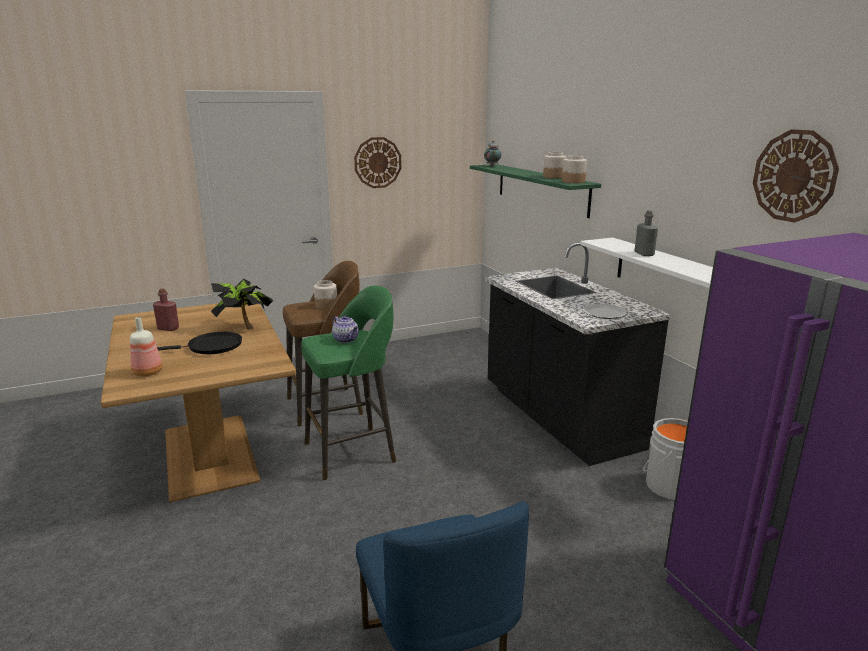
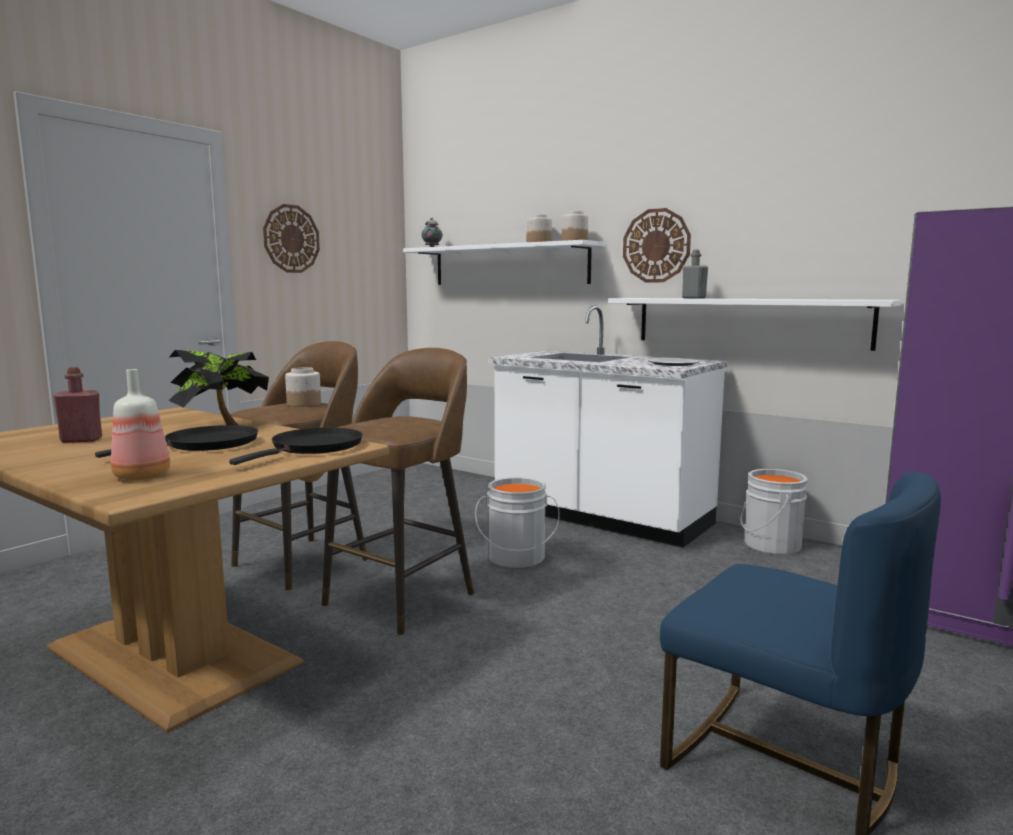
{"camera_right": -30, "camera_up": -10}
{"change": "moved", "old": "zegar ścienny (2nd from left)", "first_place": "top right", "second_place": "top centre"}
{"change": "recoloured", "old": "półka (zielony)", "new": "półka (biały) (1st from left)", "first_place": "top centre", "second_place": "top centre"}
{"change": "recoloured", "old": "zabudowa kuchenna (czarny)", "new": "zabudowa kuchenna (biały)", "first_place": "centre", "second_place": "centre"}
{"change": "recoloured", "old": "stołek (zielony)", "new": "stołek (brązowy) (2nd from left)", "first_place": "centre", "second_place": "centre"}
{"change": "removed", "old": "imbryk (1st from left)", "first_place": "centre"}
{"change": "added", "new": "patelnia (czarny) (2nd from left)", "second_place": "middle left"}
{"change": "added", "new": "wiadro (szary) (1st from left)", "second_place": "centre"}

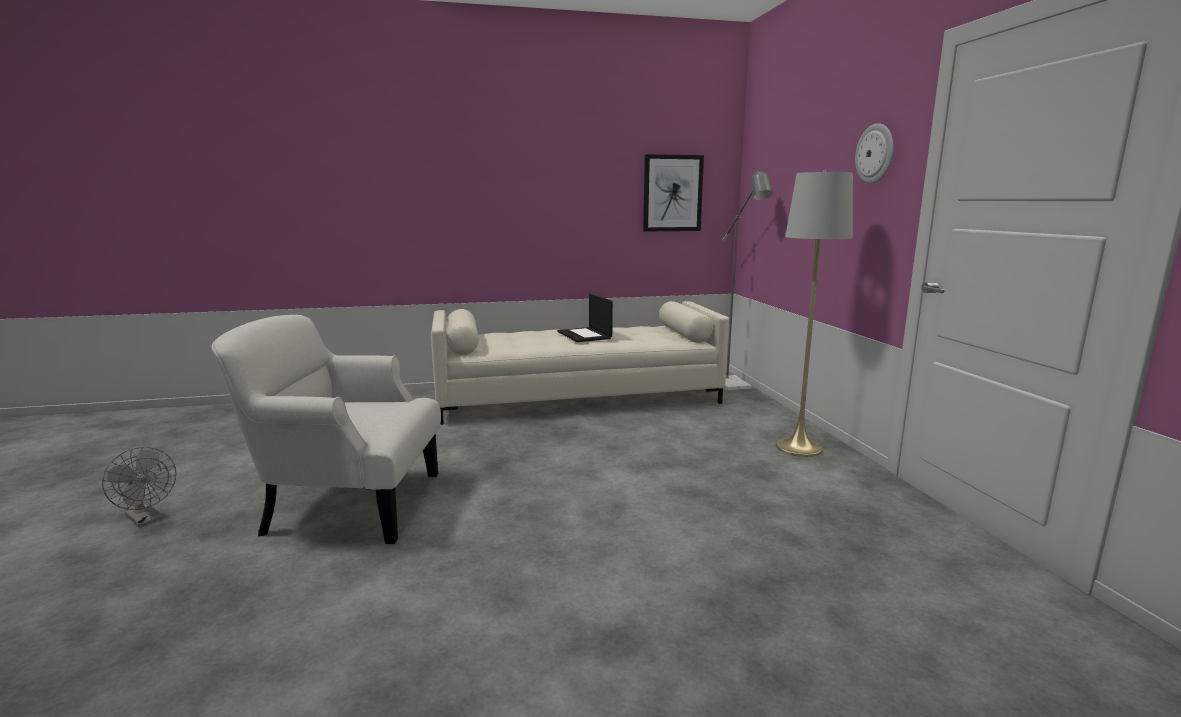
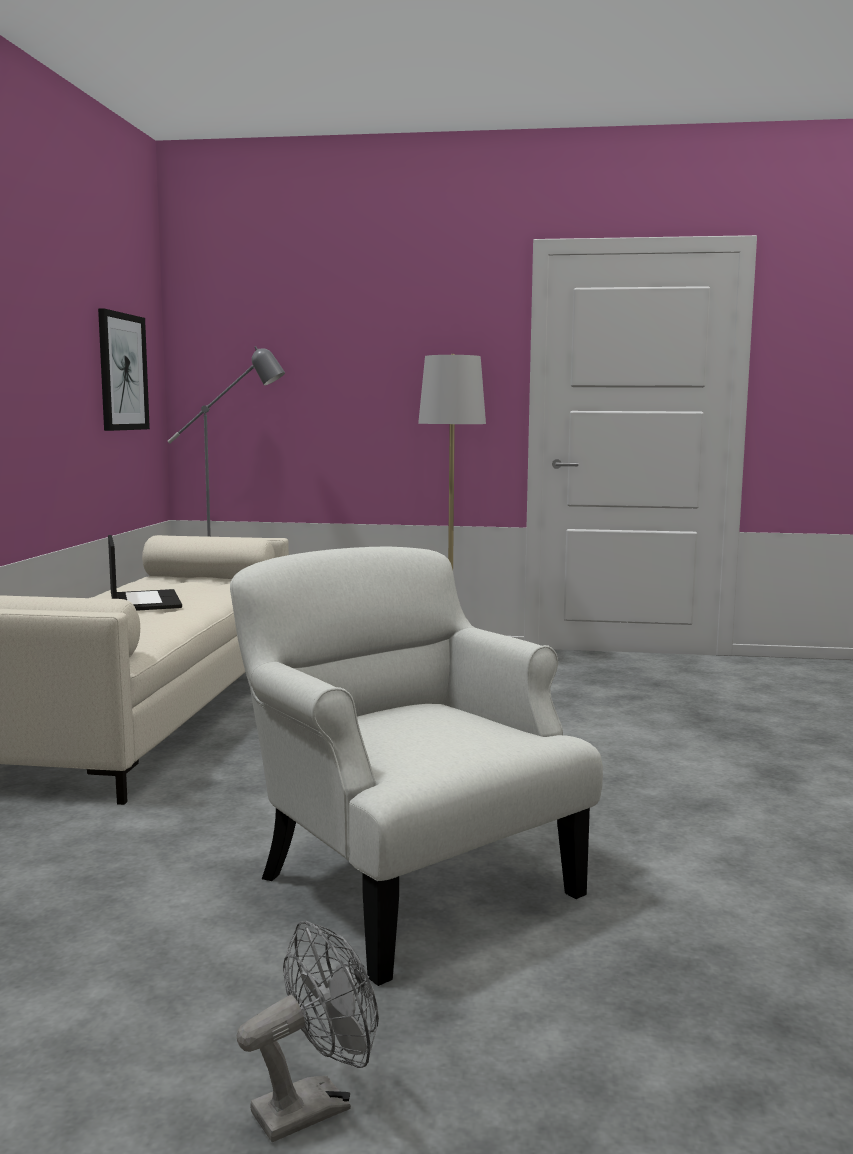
{"camera_right": -70, "camera_up": -5}
{"change": "removed", "old": "zegar ścienny", "first_place": "top right"}
{"change": "turned", "old": "laptop", "first_place": "centre", "second_place": "middle left", "degrees": -105}
{"change": "turned", "old": "fotel (biały)", "first_place": "middle left", "second_place": "centre", "degrees": 120}

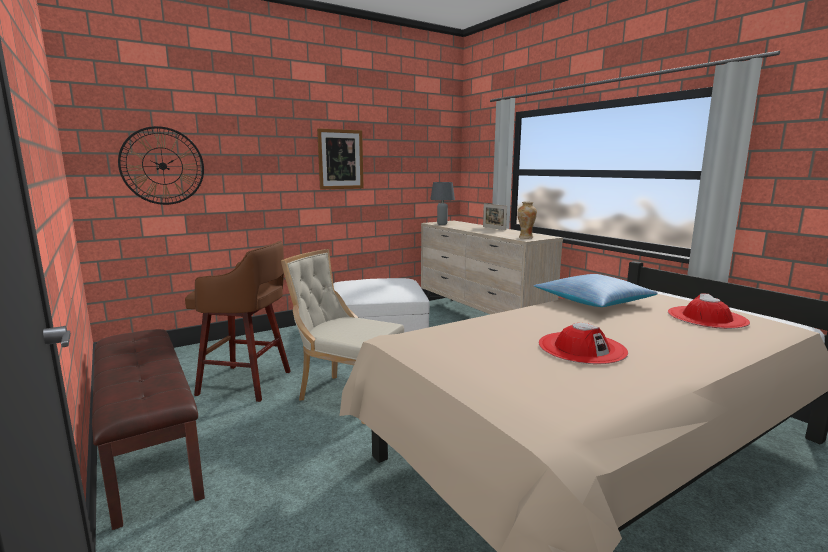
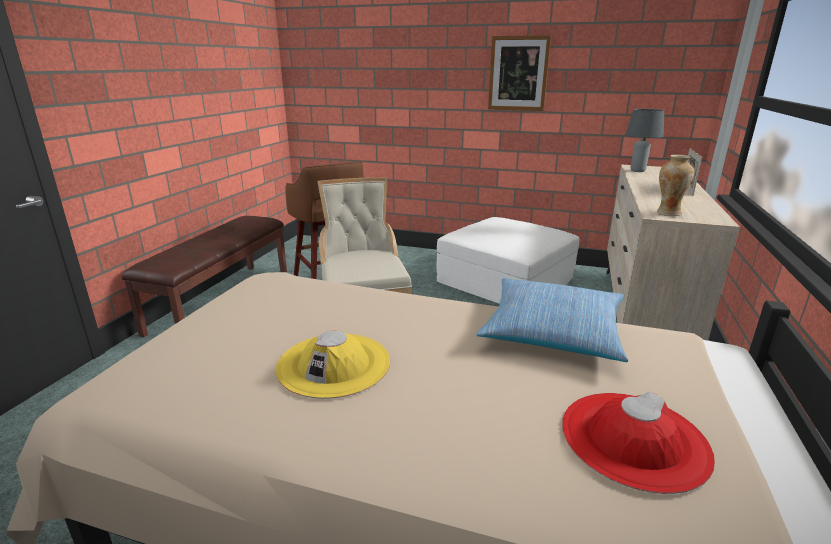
{"camera_right": 50, "camera_up": 10}
{"change": "removed", "old": "zegar ścienny", "first_place": "top left"}
{"change": "recoloured", "old": "kapelusz (czerwony) (1st from left)", "new": "kapelusz (żółty)", "first_place": "middle right", "second_place": "bottom centre"}

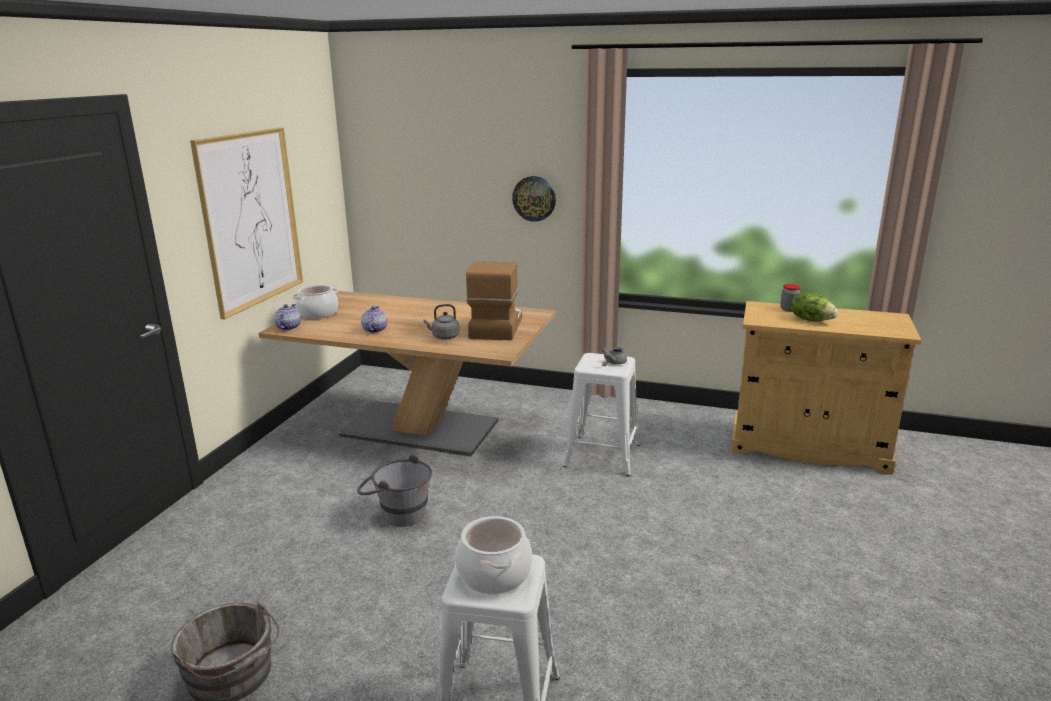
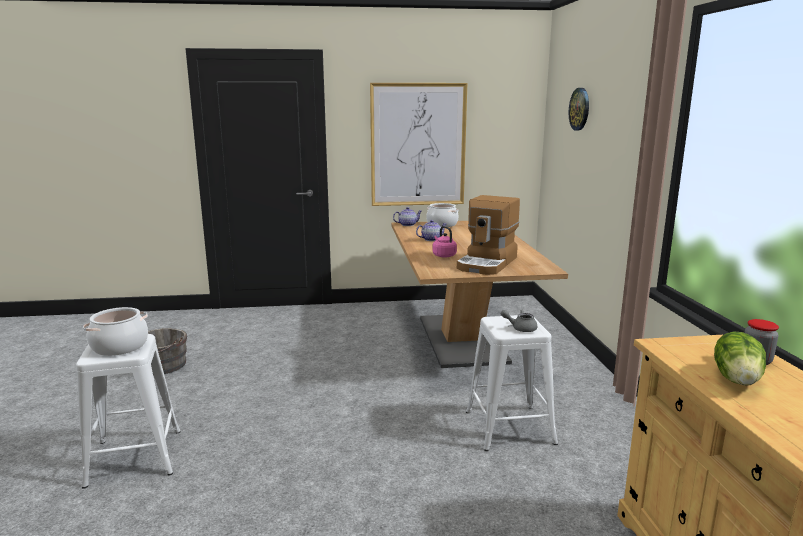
{"camera_right": 65, "camera_up": -5}
{"change": "moved", "old": "zegar ścienny", "first_place": "top centre", "second_place": "top right"}
{"change": "turned", "old": "ekspres do kawy", "first_place": "centre", "second_place": "centre", "degrees": 135}
{"change": "recoloured", "old": "czajnik (szary)", "new": "czajnik (różowy)", "first_place": "centre", "second_place": "centre"}
{"change": "removed", "old": "wiadro (szary) (2nd from left)", "first_place": "bottom centre"}

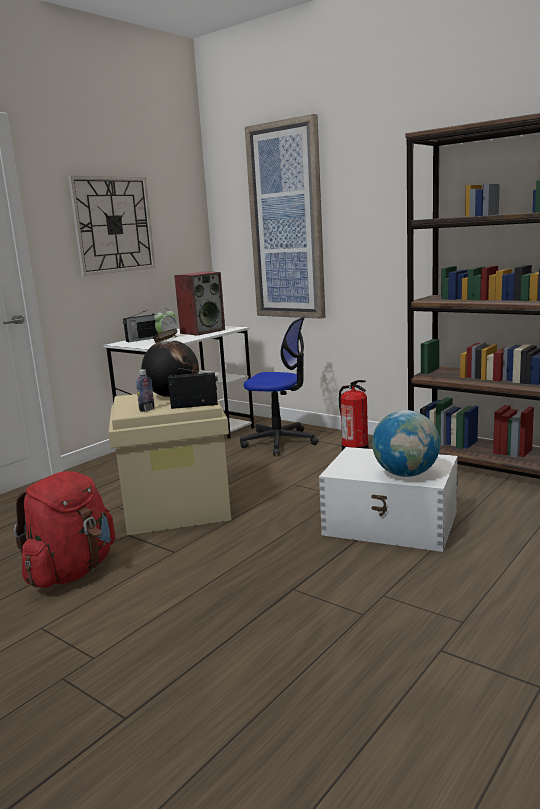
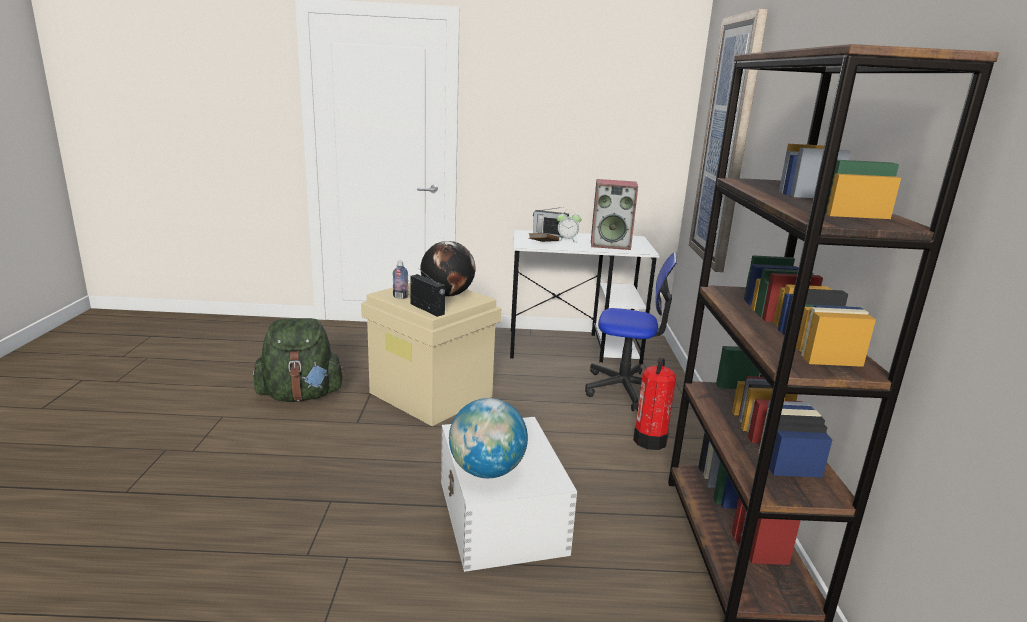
{"camera_right": 50, "camera_up": 5}
{"change": "removed", "old": "zegar ścienny", "first_place": "top left"}
{"change": "turned", "old": "krzesło biurowe", "first_place": "centre", "second_place": "centre", "degrees": -60}
{"change": "recoloured", "old": "plecak (czerwony)", "new": "plecak (zielony)", "first_place": "middle left", "second_place": "middle left"}

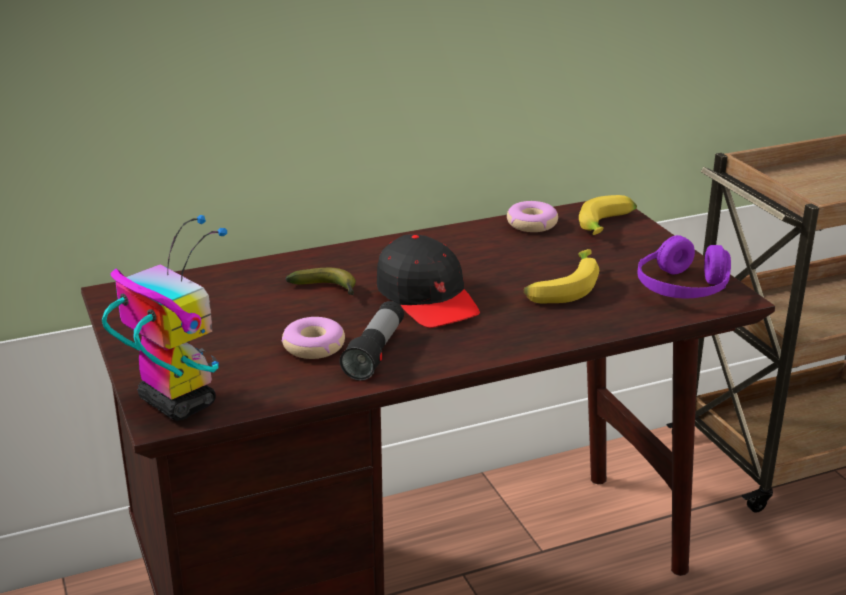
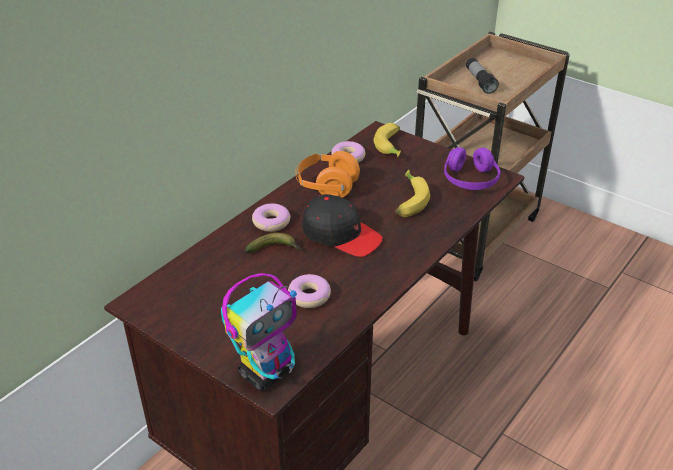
{"camera_right": -30, "camera_up": 10}
{"change": "turned", "old": "robot zabawkowy", "first_place": "middle left", "second_place": "bottom centre", "degrees": 120}
{"change": "moved", "old": "latarka", "first_place": "centre", "second_place": "top right"}
{"change": "added", "new": "słuchawki (pomarańczowy)", "second_place": "centre"}
{"change": "added", "new": "donut (1st from left)", "second_place": "centre"}

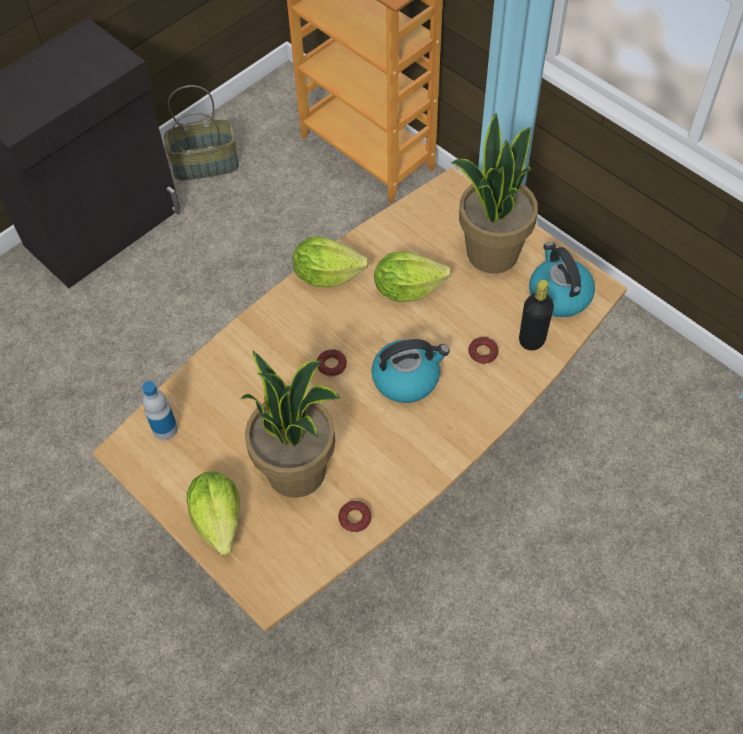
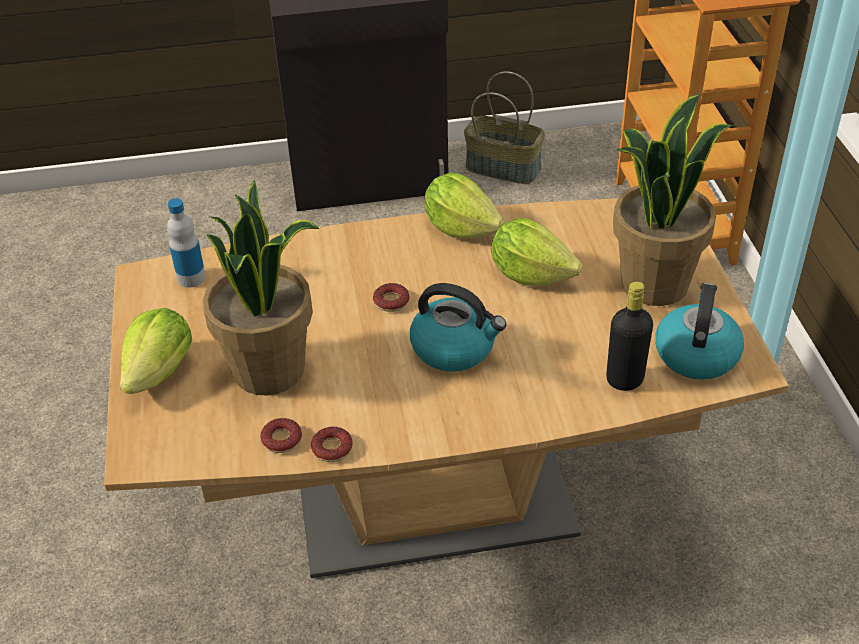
{"camera_right": 35, "camera_up": -15}
{"change": "moved", "old": "donut (3rd from left in the first image)", "new": "donut (2nd from left)", "first_place": "centre", "second_place": "bottom centre"}

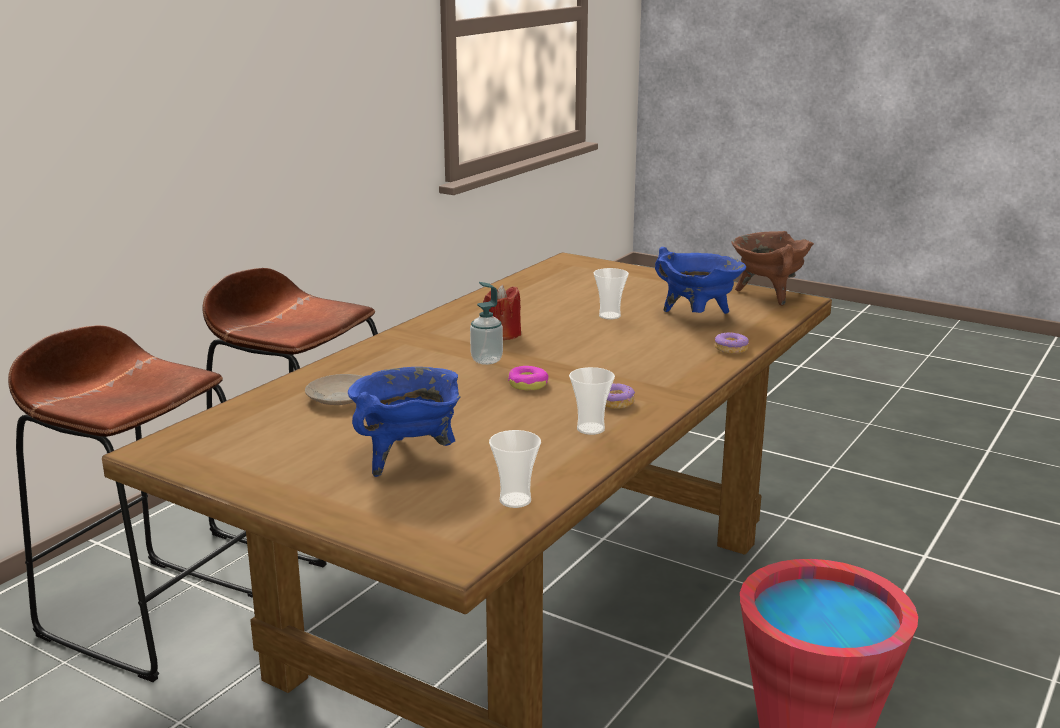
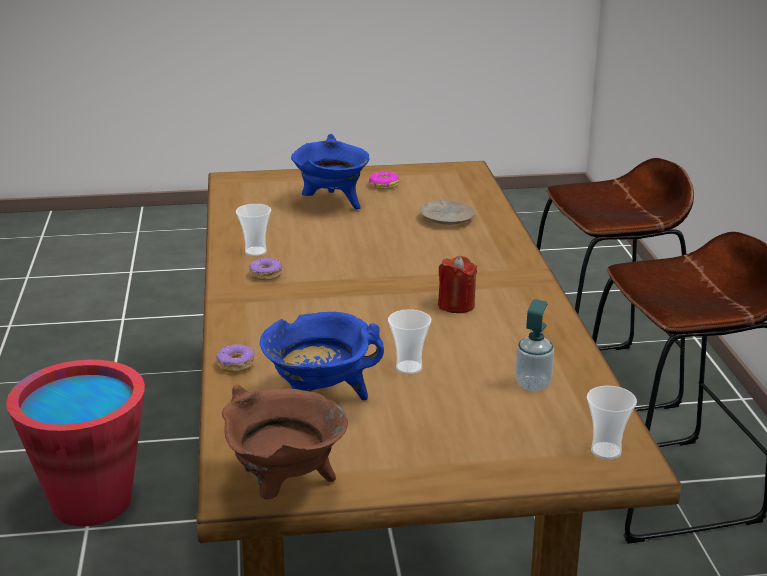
{"camera_right": 140, "camera_up": 5}
{"change": "moved", "old": "dozownik mydła", "first_place": "centre", "second_place": "middle right"}
{"change": "moved", "old": "donut (1st from left in the first image)", "new": "donut (3rd from left)", "first_place": "centre", "second_place": "top centre"}
{"change": "moved", "old": "filiżanka (1st from left in the first image)", "new": "filiżanka (3rd from left)", "first_place": "centre", "second_place": "bottom right"}

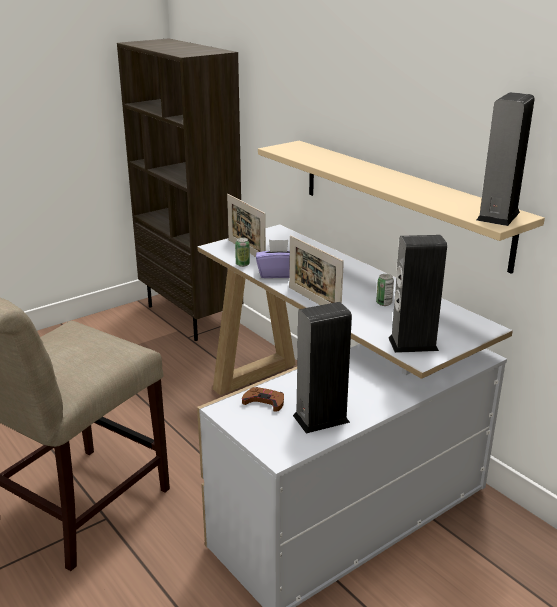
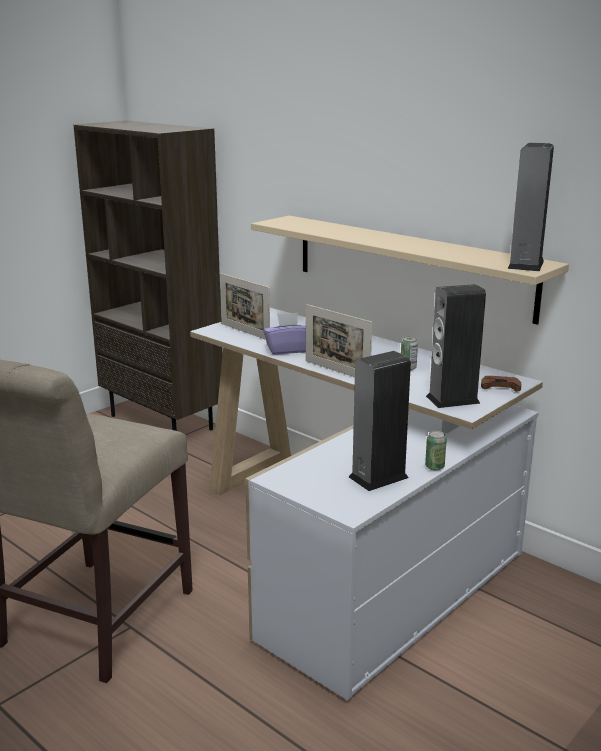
{"camera_right": -10, "camera_up": -5}
{"change": "moved", "old": "puszka (1st from left in the first image)", "new": "puszka (2nd from left)", "first_place": "centre", "second_place": "middle right"}
{"change": "moved", "old": "pad do gier (brązowy)", "first_place": "centre", "second_place": "middle right"}

